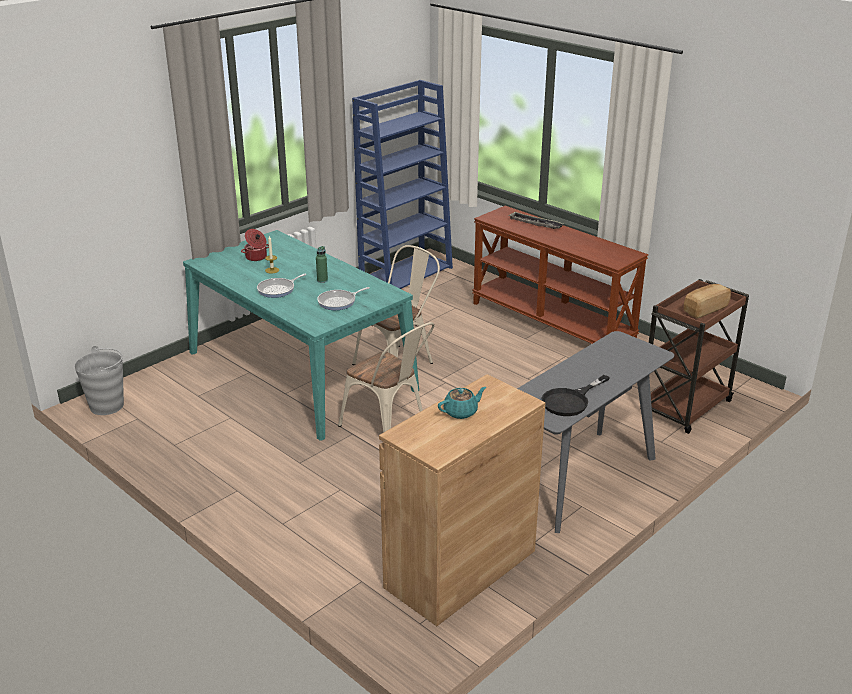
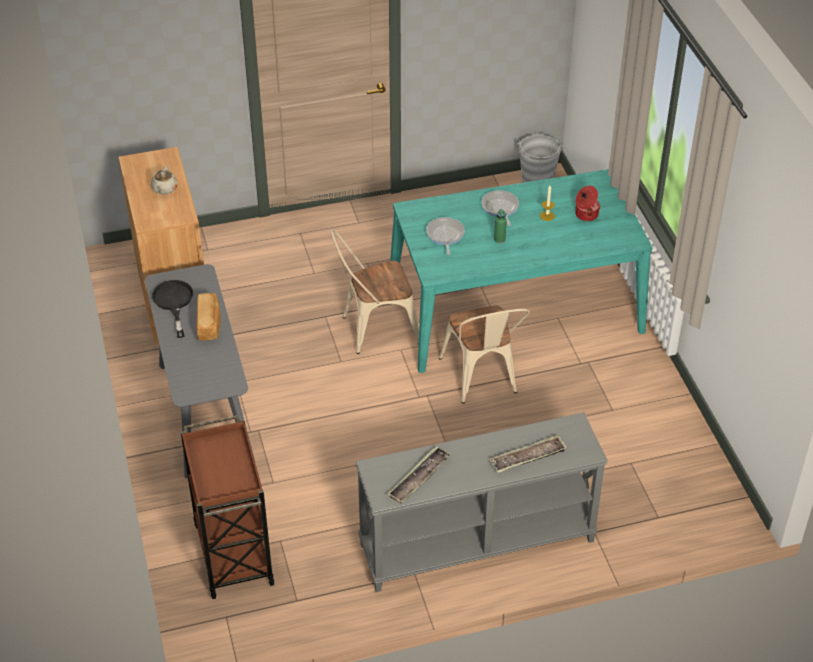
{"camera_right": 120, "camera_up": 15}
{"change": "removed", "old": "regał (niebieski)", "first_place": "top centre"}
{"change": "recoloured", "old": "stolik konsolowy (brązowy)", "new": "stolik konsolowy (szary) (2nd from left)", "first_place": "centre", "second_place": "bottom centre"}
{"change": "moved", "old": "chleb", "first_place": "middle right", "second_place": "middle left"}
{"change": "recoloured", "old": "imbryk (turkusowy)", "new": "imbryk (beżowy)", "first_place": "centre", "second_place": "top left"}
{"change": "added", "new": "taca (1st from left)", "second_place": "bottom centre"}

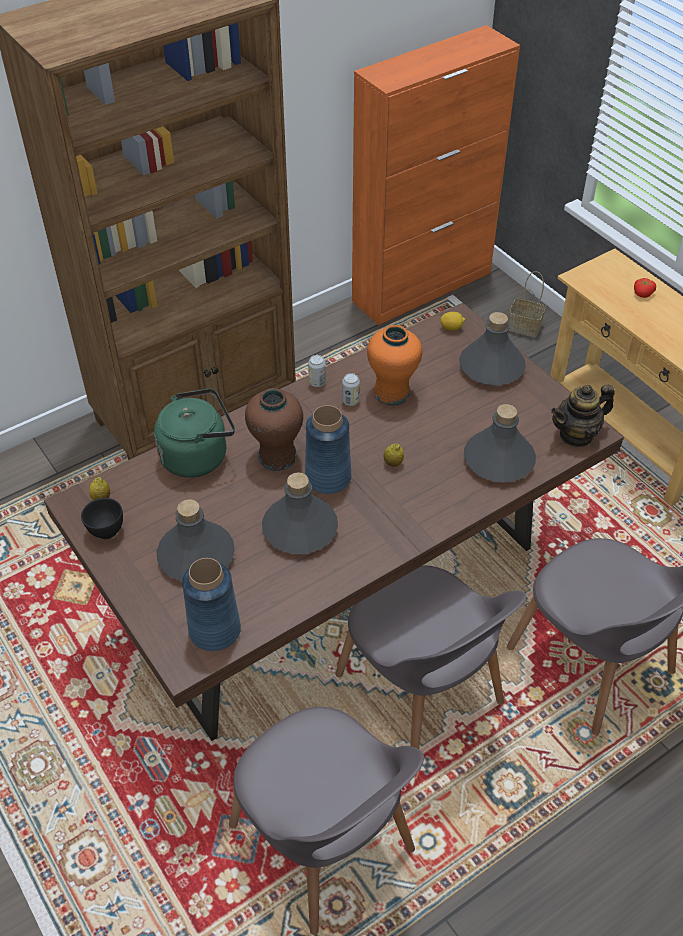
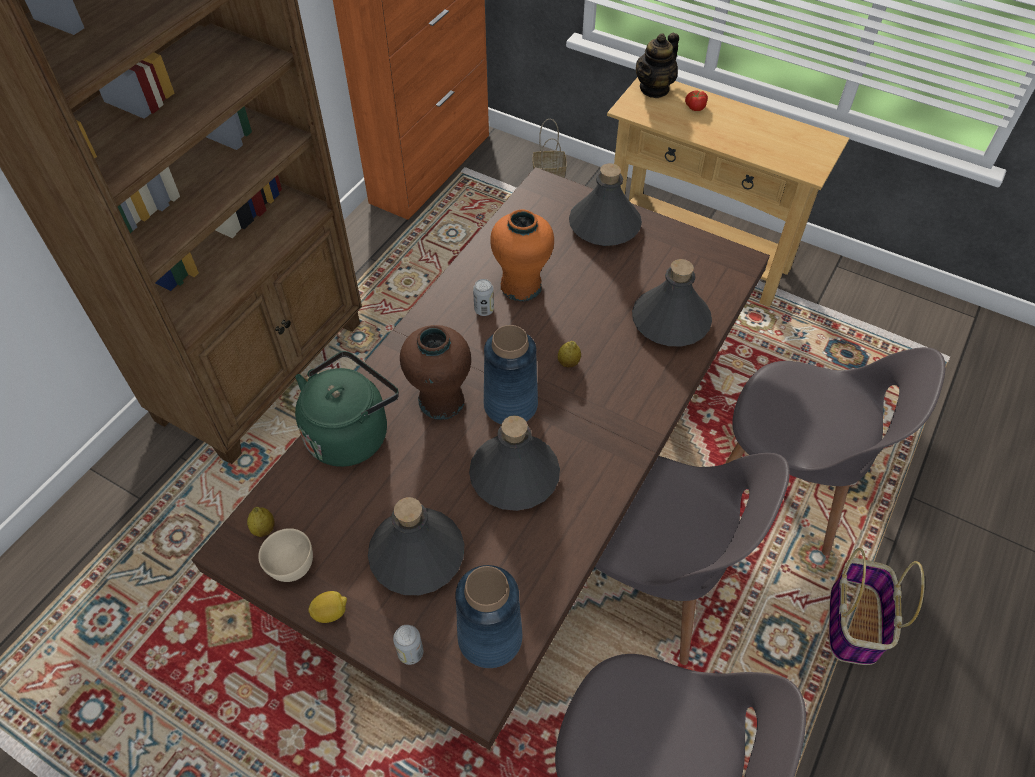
{"camera_right": -25, "camera_up": 5}
{"change": "moved", "old": "cytryna (3rd from left in the first image)", "new": "cytryna (2nd from left)", "first_place": "centre", "second_place": "bottom left"}
{"change": "moved", "old": "puszka (1st from left)", "first_place": "centre", "second_place": "bottom centre"}
{"change": "moved", "old": "imbryk", "first_place": "middle right", "second_place": "top centre"}
{"change": "recoloured", "old": "miska (czarny)", "new": "miska (beżowy)", "first_place": "middle left", "second_place": "bottom left"}
{"change": "added", "new": "koszyk (2nd from left)", "second_place": "bottom right"}

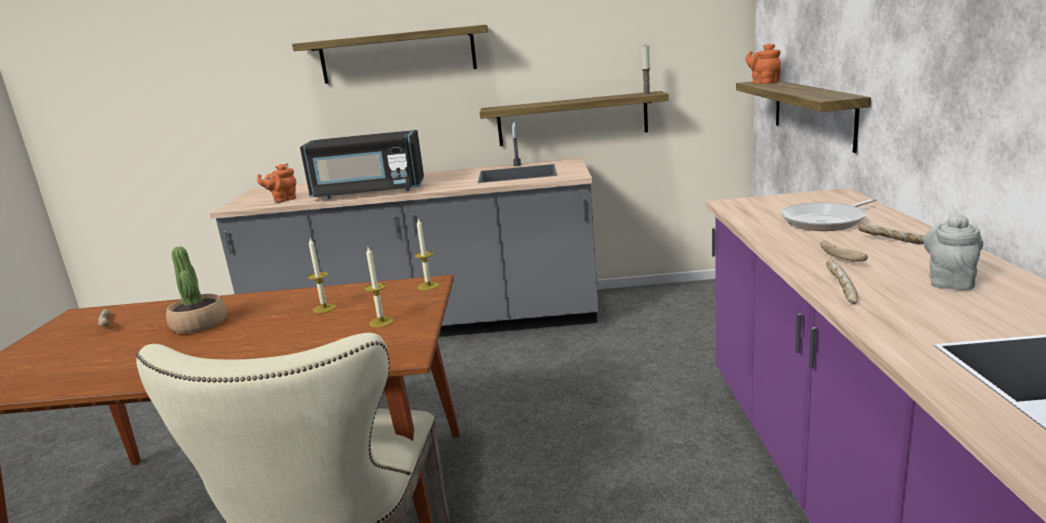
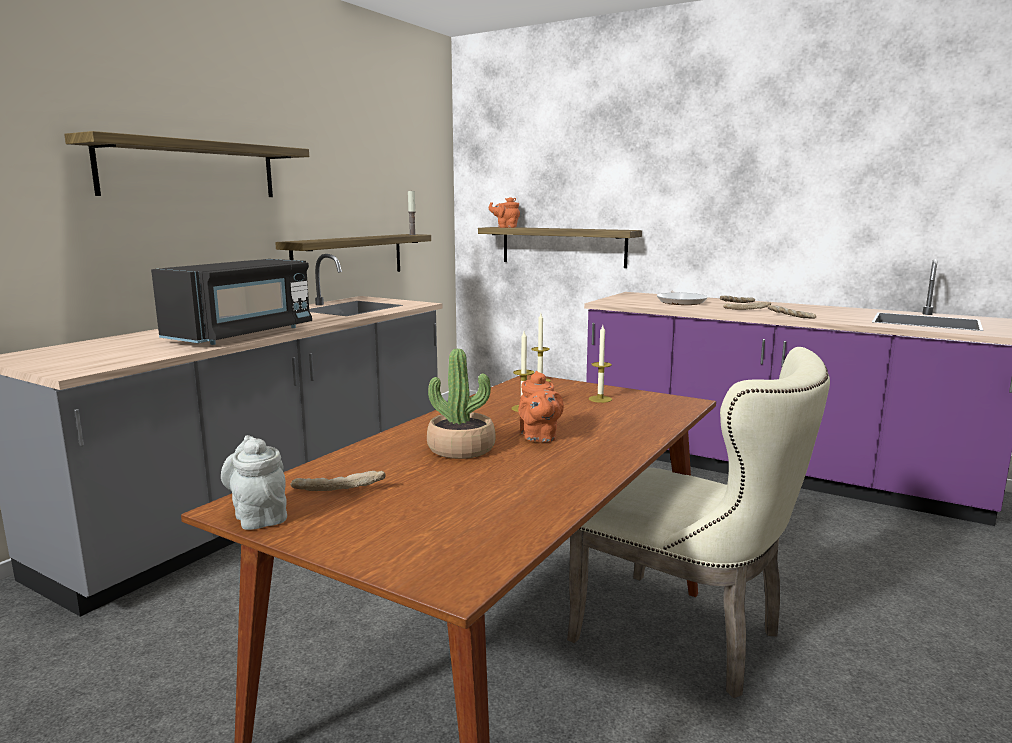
{"camera_right": -60, "camera_up": -5}
{"change": "moved", "old": "imbryk (pomarańczowy) (1st from left in the first image)", "new": "imbryk (pomarańczowy) (2nd from left)", "first_place": "middle left", "second_place": "centre"}
{"change": "moved", "old": "imbryk (szary)", "first_place": "middle right", "second_place": "middle left"}

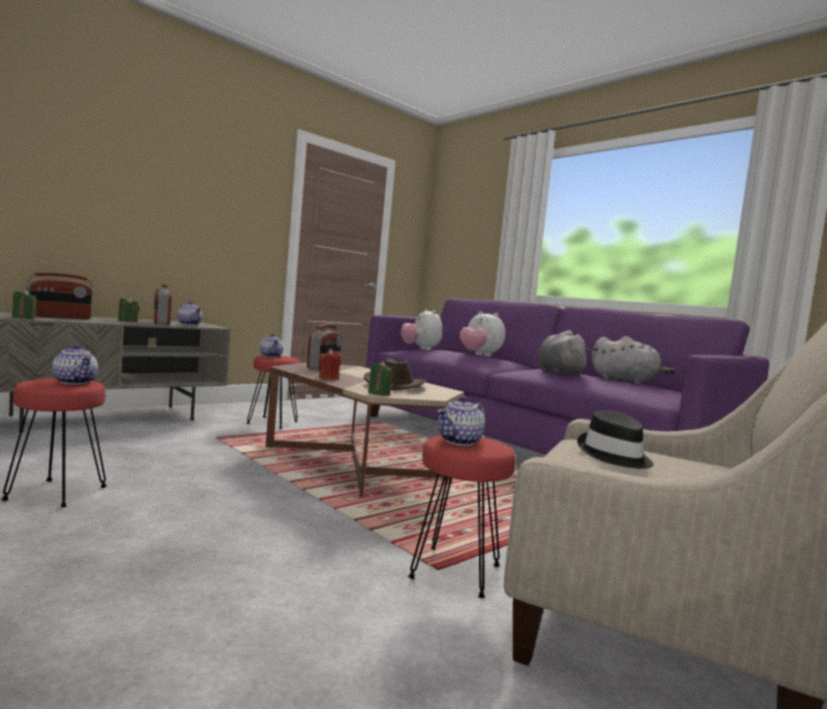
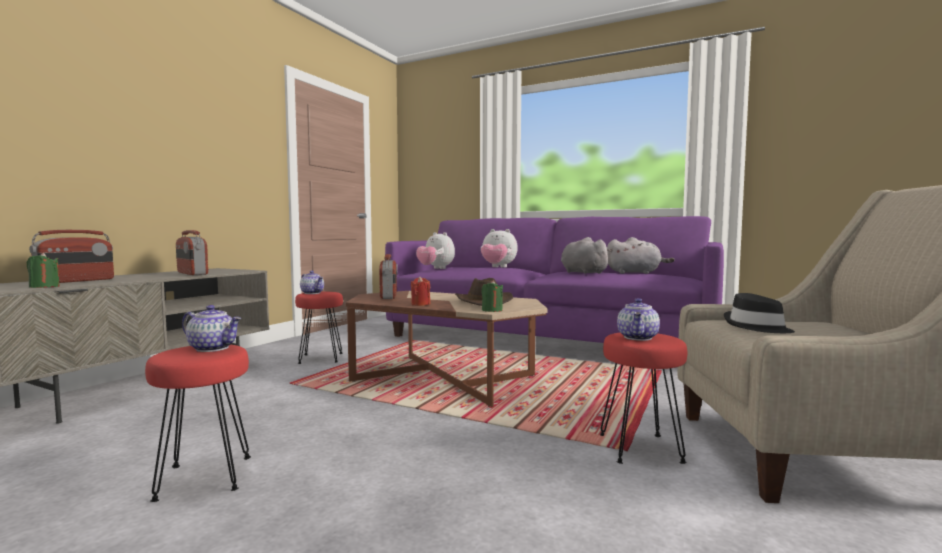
{"camera_right": -20, "camera_up": 0}
{"change": "removed", "old": "świeca (zielony) (2nd from left)", "first_place": "middle left"}
{"change": "removed", "old": "imbryk (2nd from left)", "first_place": "middle left"}

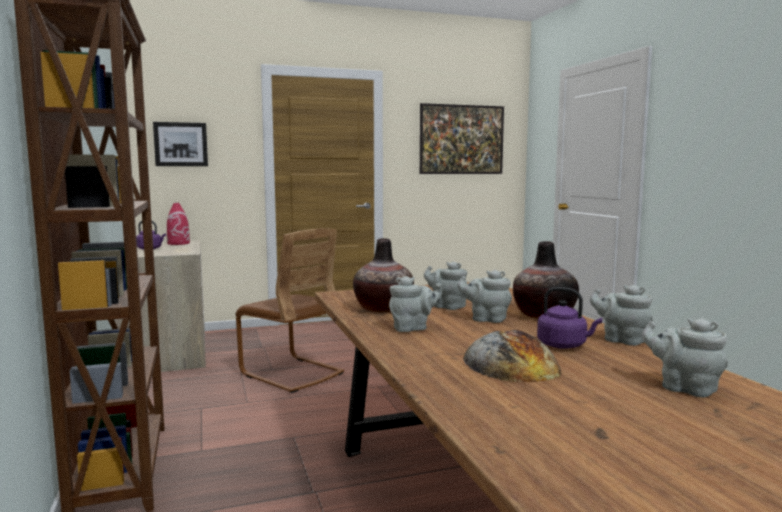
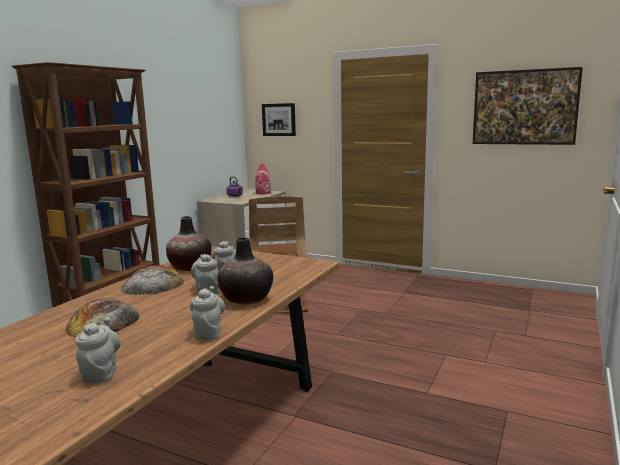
{"camera_right": 45, "camera_up": 5}
{"change": "replaced", "old": "imbryk (szary) (1st from left)", "new": "chleb (2nd from left)", "first_place": "centre", "second_place": "middle left"}
{"change": "removed", "old": "czajnik (fioletowy) (2nd from left)", "first_place": "middle right"}

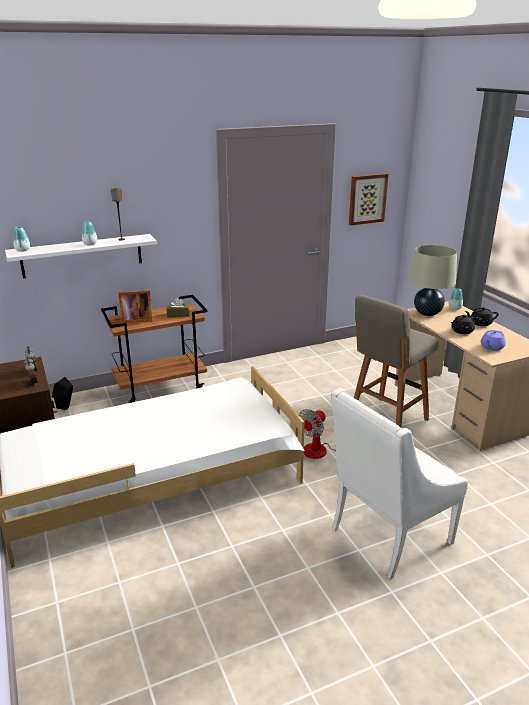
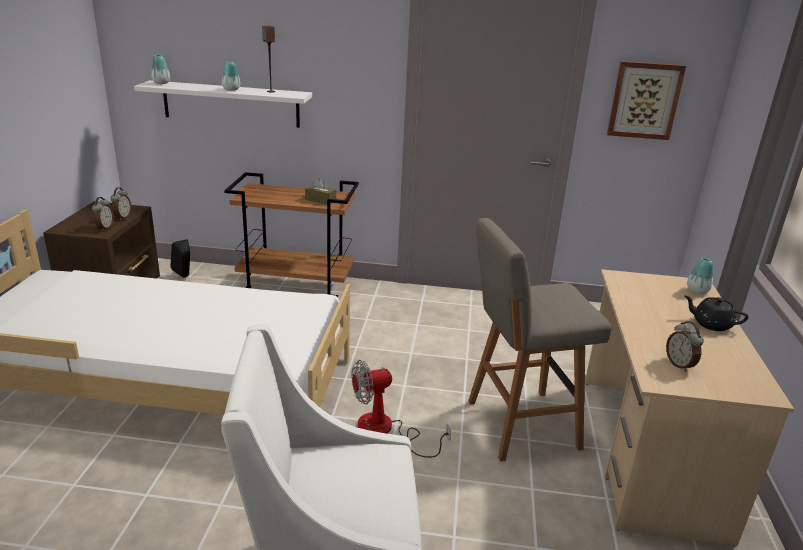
{"camera_right": 30, "camera_up": 0}
{"change": "removed", "old": "lampa stołowa (beżowy)", "first_place": "middle right"}
{"change": "removed", "old": "ramka na zdjęcie", "first_place": "middle left"}
{"change": "removed", "old": "imbryk (czarny) (1st from left)", "first_place": "middle right"}
{"change": "replaced", "old": "imbryk (fioletowy)", "new": "budzik (3rd from left)", "first_place": "middle right", "second_place": "middle right"}

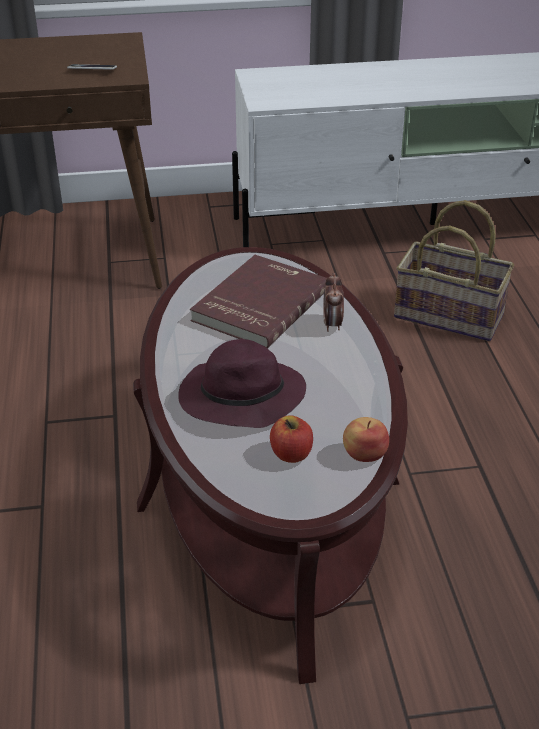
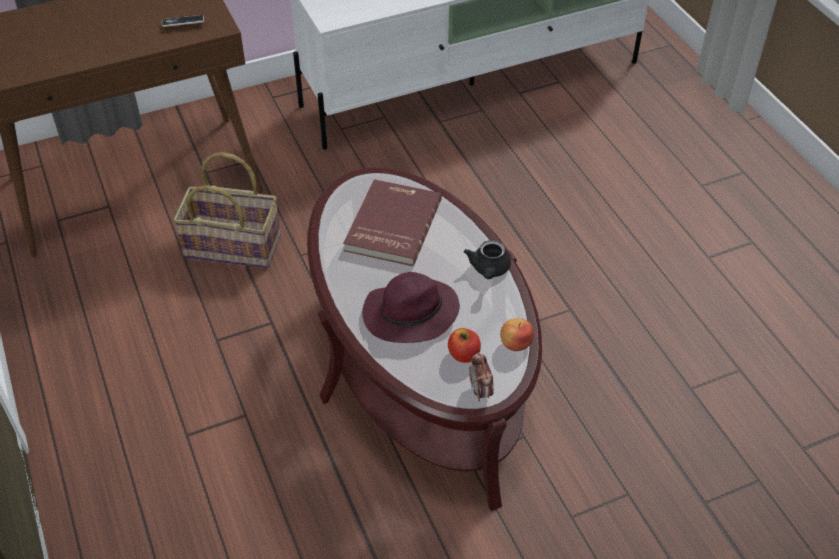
{"camera_right": -15, "camera_up": 10}
{"change": "moved", "old": "koszyk", "first_place": "middle right", "second_place": "middle left"}
{"change": "moved", "old": "budzik", "first_place": "centre", "second_place": "bottom centre"}
{"change": "added", "new": "imbryk (czarny)", "second_place": "centre"}

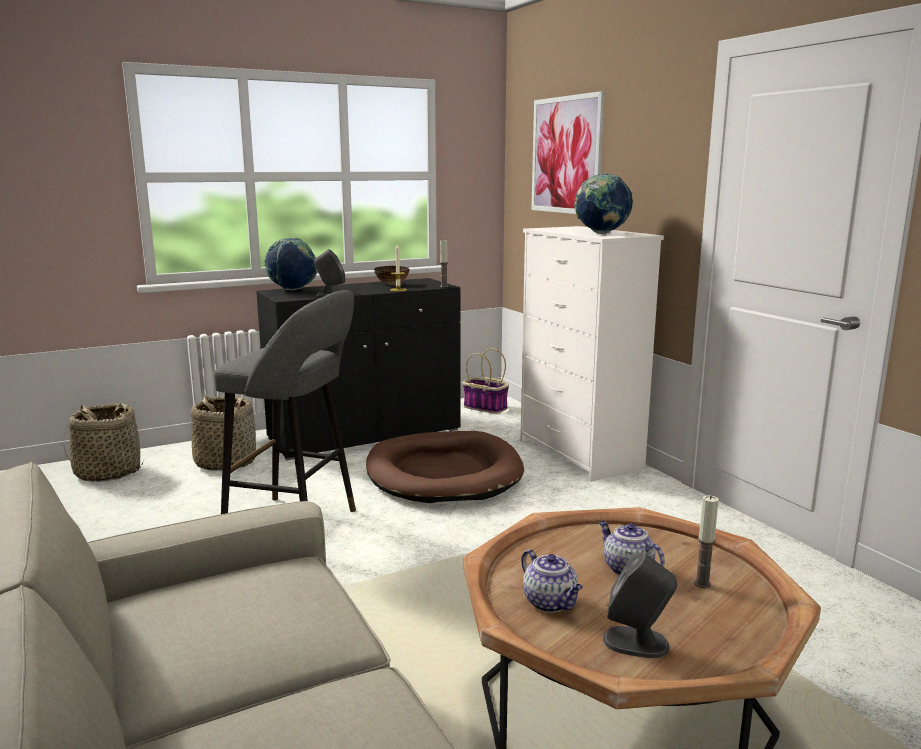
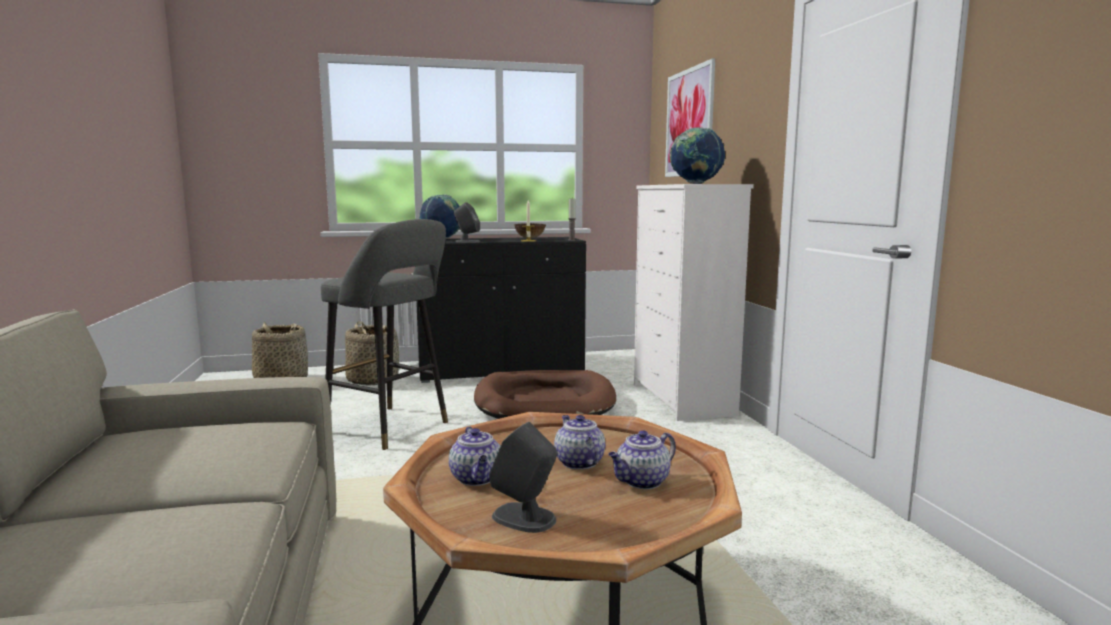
{"camera_right": 15, "camera_up": -5}
{"change": "removed", "old": "koszyk (3rd from left)", "first_place": "centre"}
{"change": "replaced", "old": "świeca (3rd from left)", "new": "imbryk (3rd from left)", "first_place": "bottom right", "second_place": "bottom centre"}

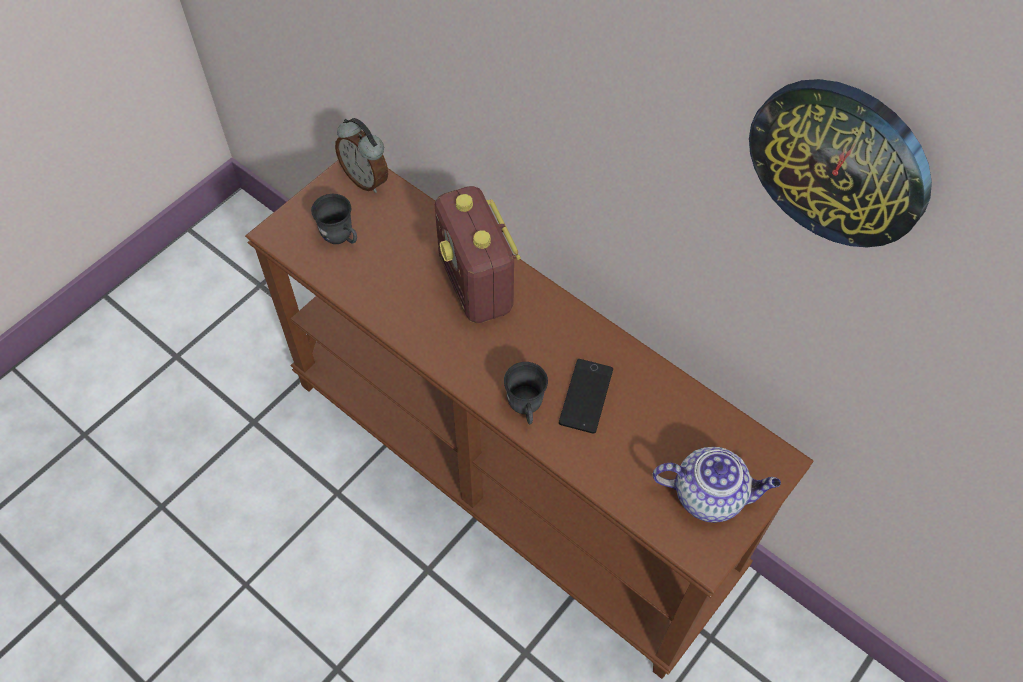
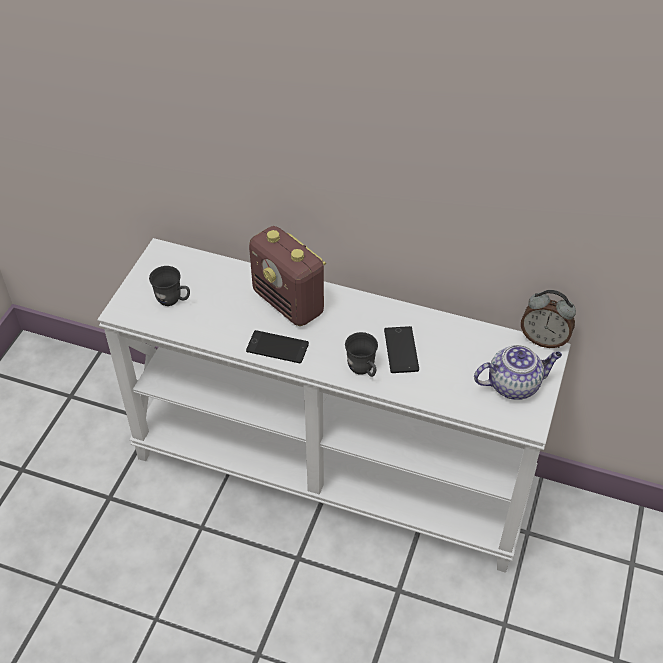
{"camera_right": -20, "camera_up": -10}
{"change": "removed", "old": "zegar ścienny", "first_place": "top right"}
{"change": "moved", "old": "budzik", "first_place": "top centre", "second_place": "middle right"}
{"change": "recoloured", "old": "stolik konsolowy (brązowy)", "new": "stolik konsolowy (biały)", "first_place": "centre", "second_place": "centre"}
{"change": "added", "new": "telefon (1st from left)", "second_place": "centre"}

